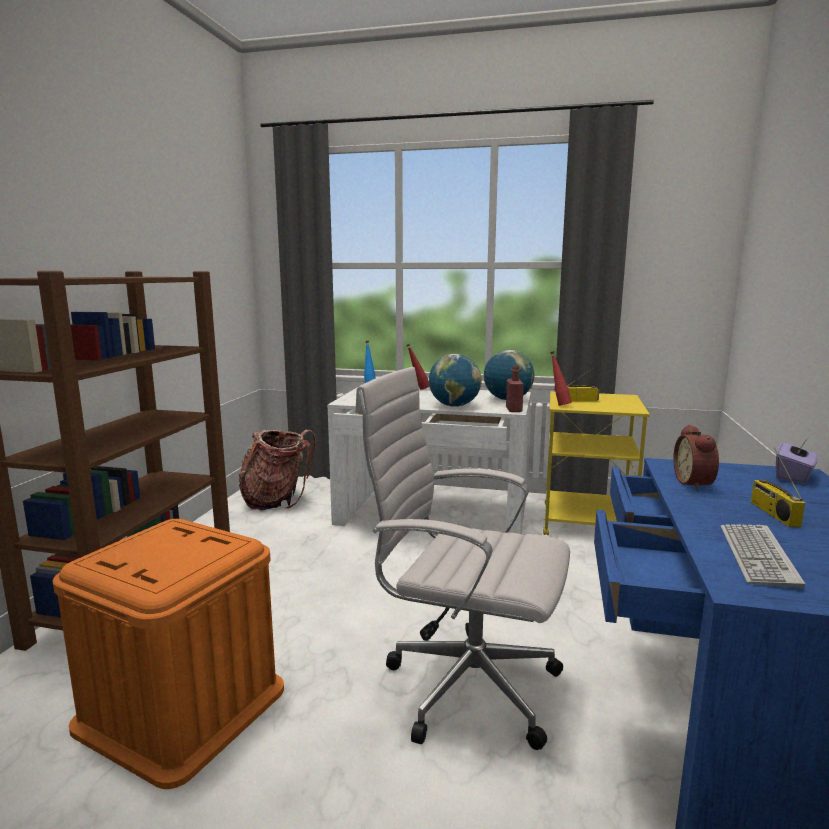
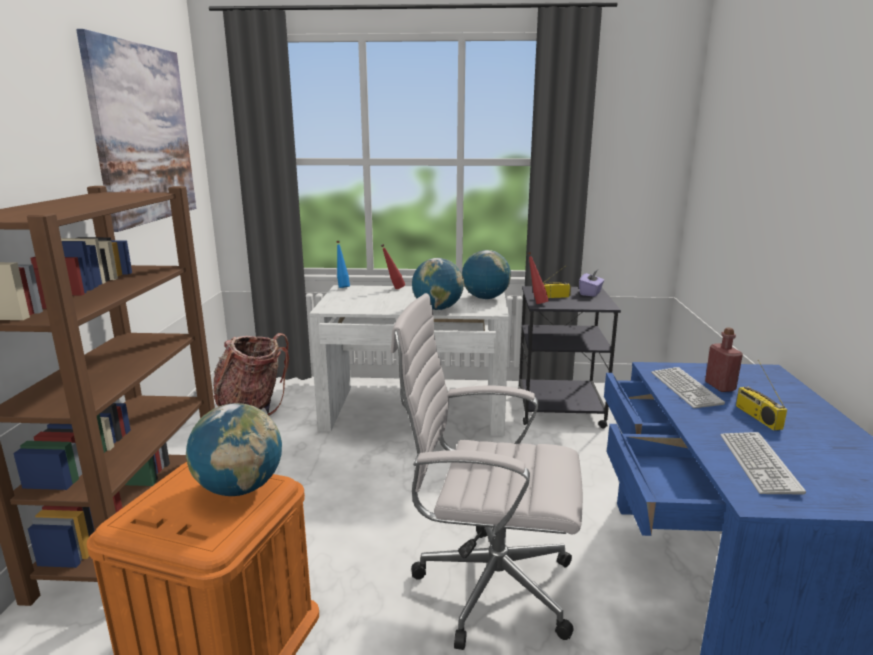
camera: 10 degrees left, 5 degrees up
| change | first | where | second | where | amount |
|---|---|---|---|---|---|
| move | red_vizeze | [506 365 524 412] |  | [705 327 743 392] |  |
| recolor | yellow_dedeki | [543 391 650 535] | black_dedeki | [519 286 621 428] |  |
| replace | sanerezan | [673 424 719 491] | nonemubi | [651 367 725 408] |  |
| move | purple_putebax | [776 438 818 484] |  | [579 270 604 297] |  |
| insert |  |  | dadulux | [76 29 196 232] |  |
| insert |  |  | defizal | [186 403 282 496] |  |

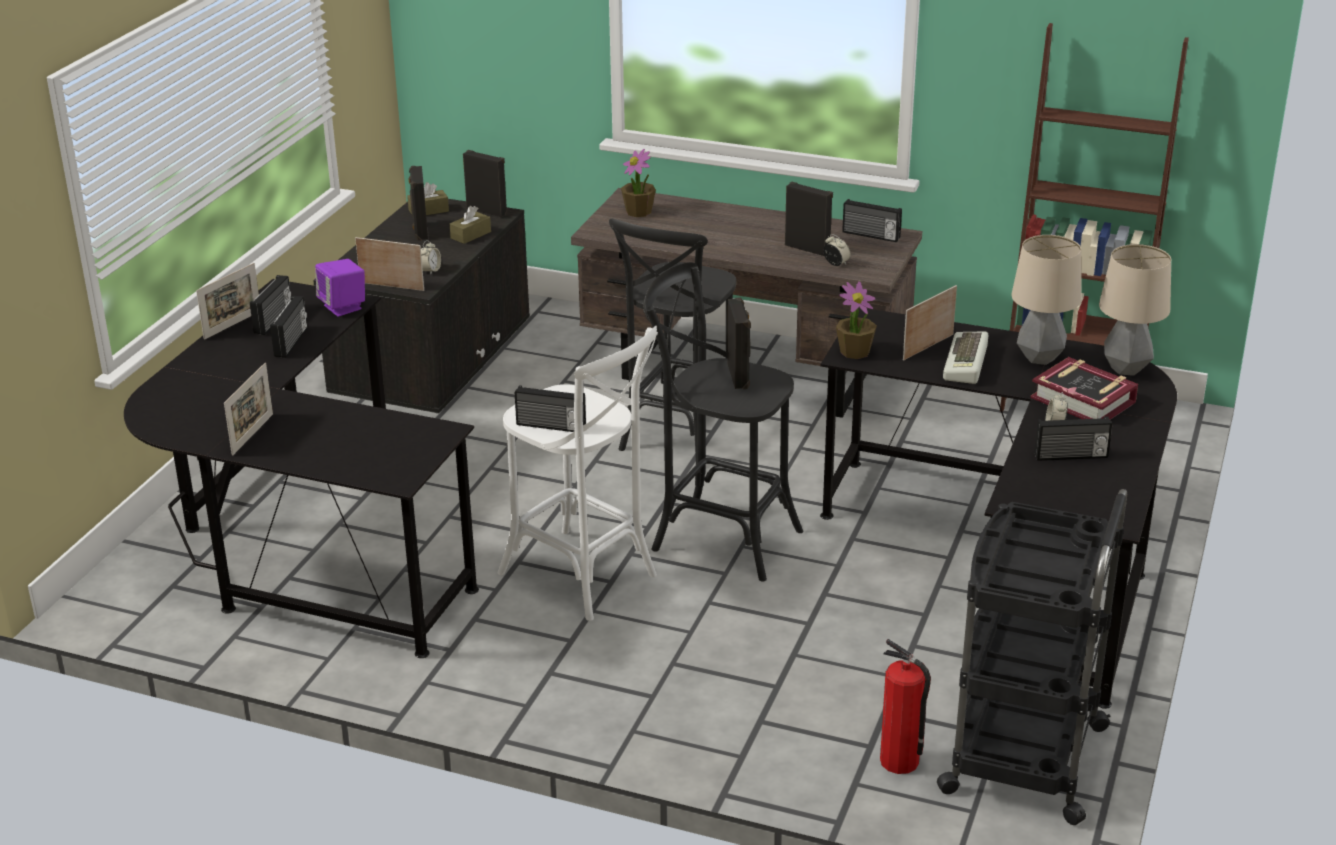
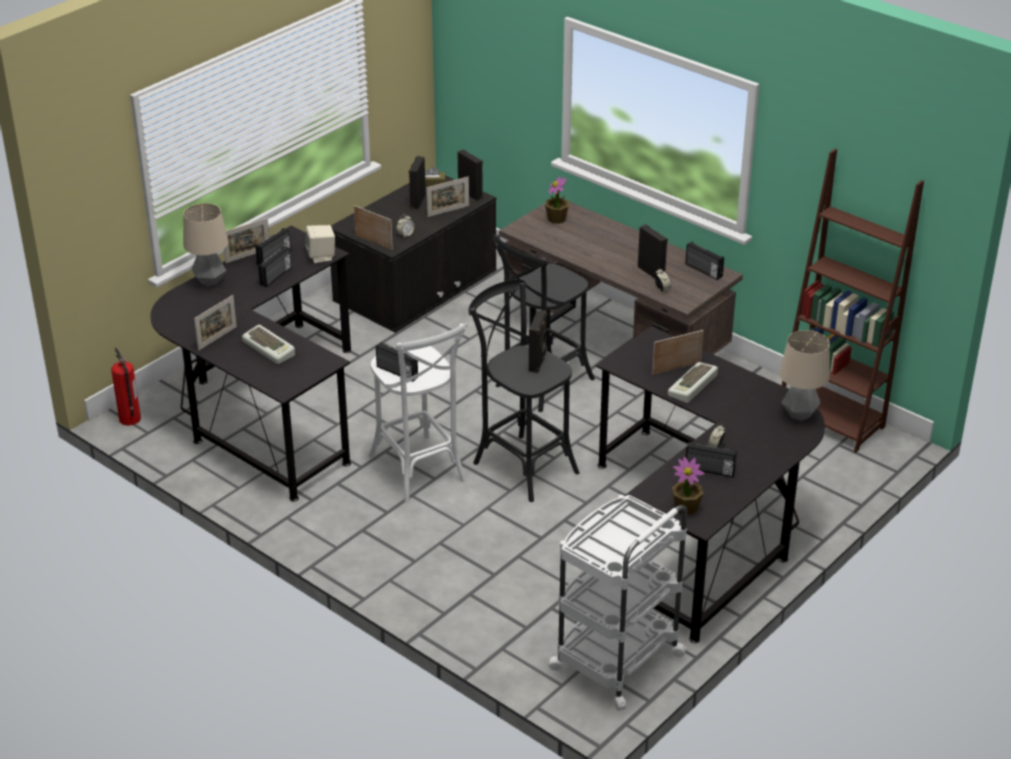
camera: 20 degrees right, 5 degrees up
| change | first | where | second | where | amount |
|---|---|---|---|---|---|
| replace | brown_putebax | [450 206 491 244] | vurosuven | [427 177 469 217] |  |
| move | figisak | [1011 235 1082 365] |  | [183 203 228 286] |  |
| recolor | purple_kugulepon | [315 259 365 317] | beige_kugulepon | [305 225 335 263] |  |
| move | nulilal | [836 281 877 359] |  | [672 457 704 515] |  |
| delete | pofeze | [1030 357 1138 420] |  |  |  |
| recolor | black_dedeki | [937 489 1127 825] | white_dedeki | [549 495 687 711] |  |
| move | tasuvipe | [880 639 931 774] |  | [111 348 141 426] |  |
| insert |  |  | nonemubi | [242 325 295 364] |  |

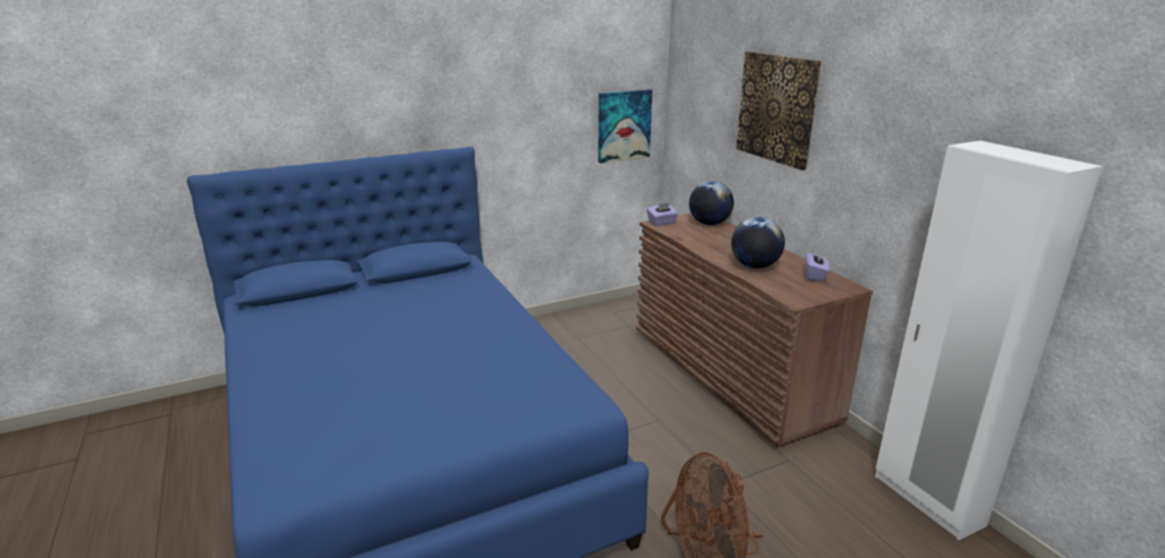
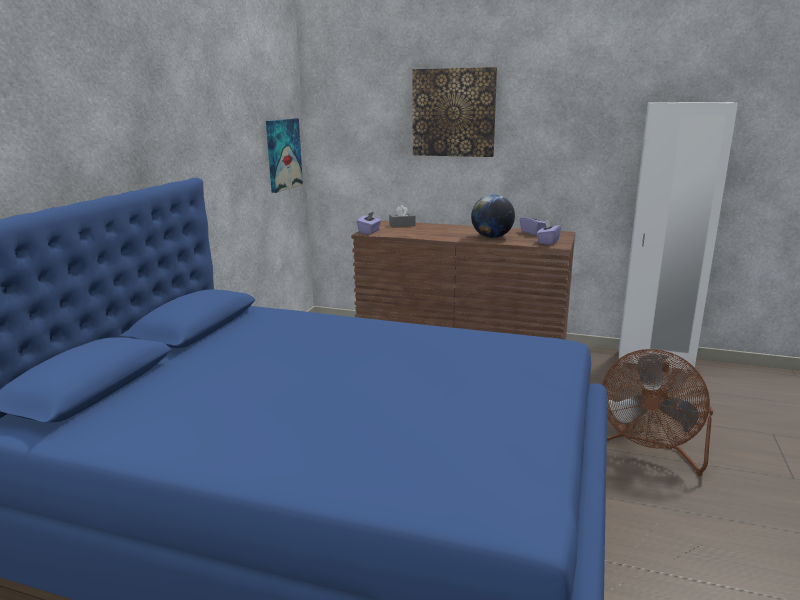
camera: 45 degrees left, 5 degrees down
| change | first | where | second | where | amount |
|---|---|---|---|---|---|
| replace | defizal | [689 181 734 225] | grey_putebax | [389 205 416 228] |  |
| insert |  |  | purple_putebax | [537 219 561 245] |  |

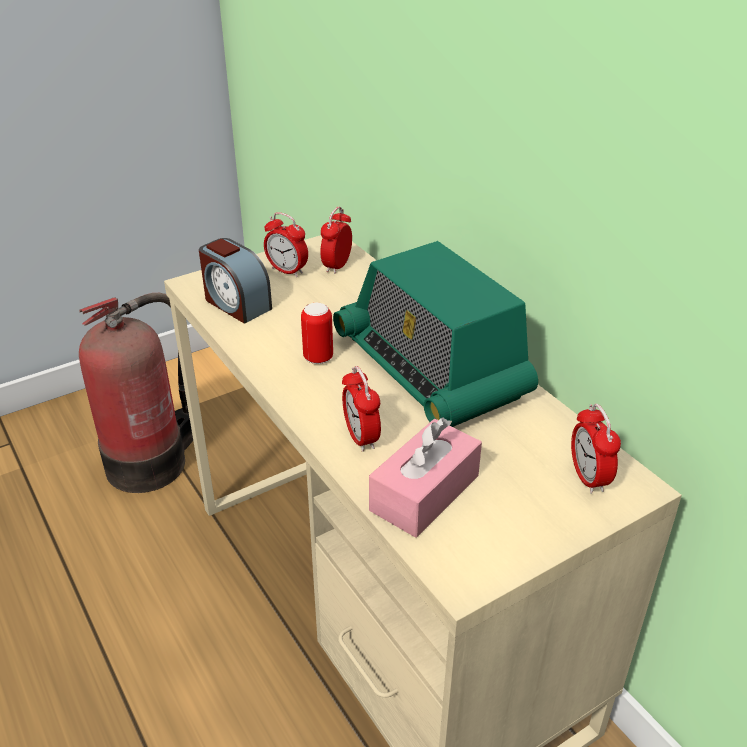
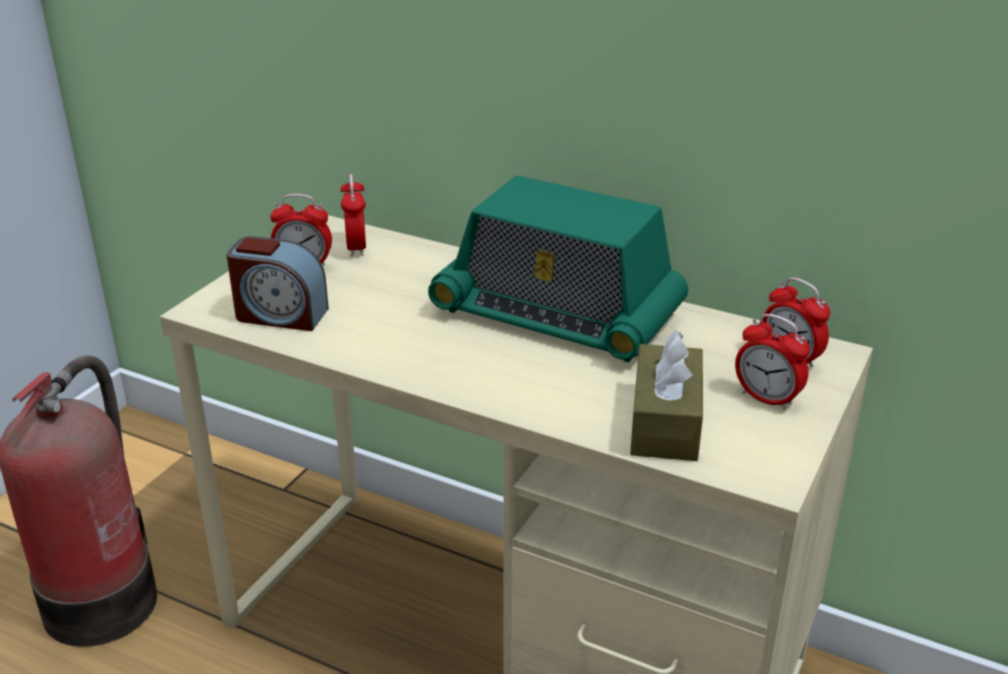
camera: 30 degrees left, 5 degrees down
| change | first | where | second | where | amount |
|---|---|---|---|---|---|
| delete | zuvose | [301 303 333 364] |  |  |  |
| move | sanerezan | [342 366 381 452] |  | [735 314 810 411] |  |
| recolor | pink_putebax | [369 418 482 538] | brown_putebax | [630 330 703 461] |  |

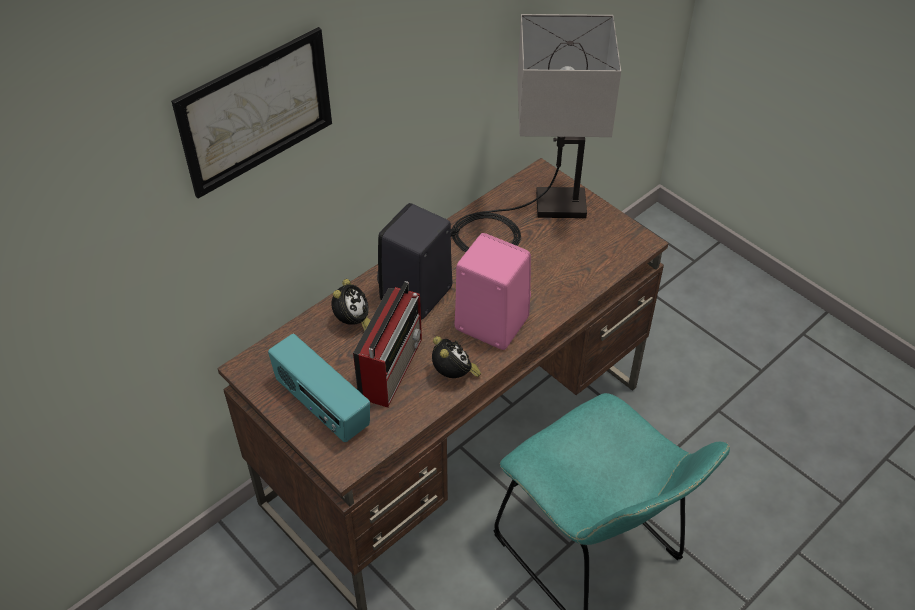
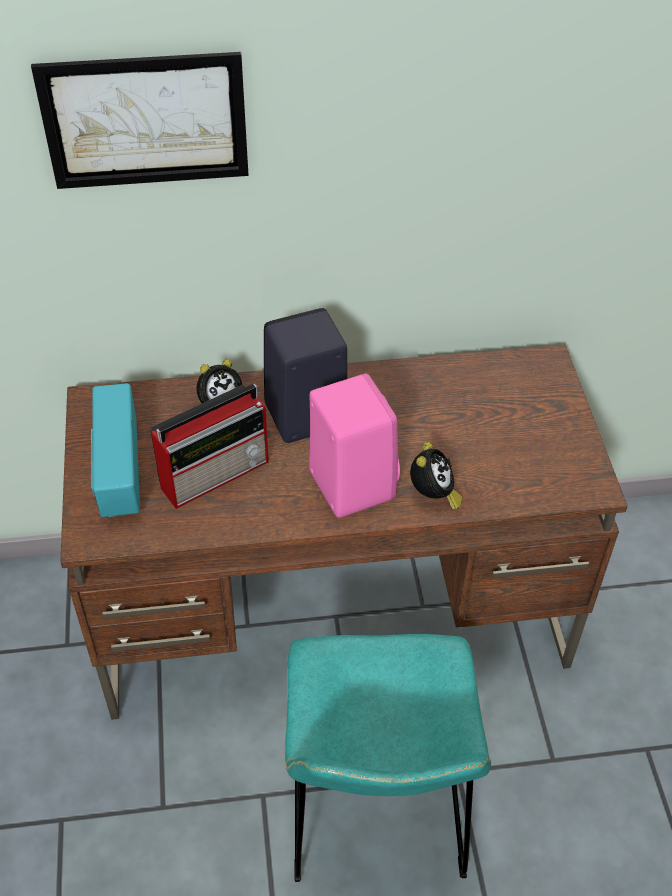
camera: 35 degrees right, 0 degrees up
| change | first | where | second | where | amount |
|---|---|---|---|---|---|
| delete | figisak | [451 14 621 252] |  |  |  |
| move | sanerezan | [432 336 481 378] |  | [410 442 462 510] |  |

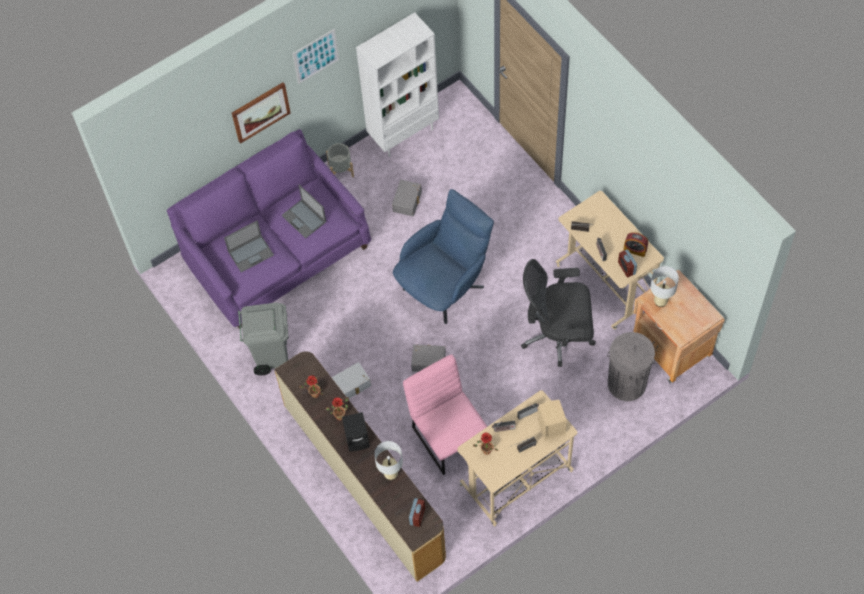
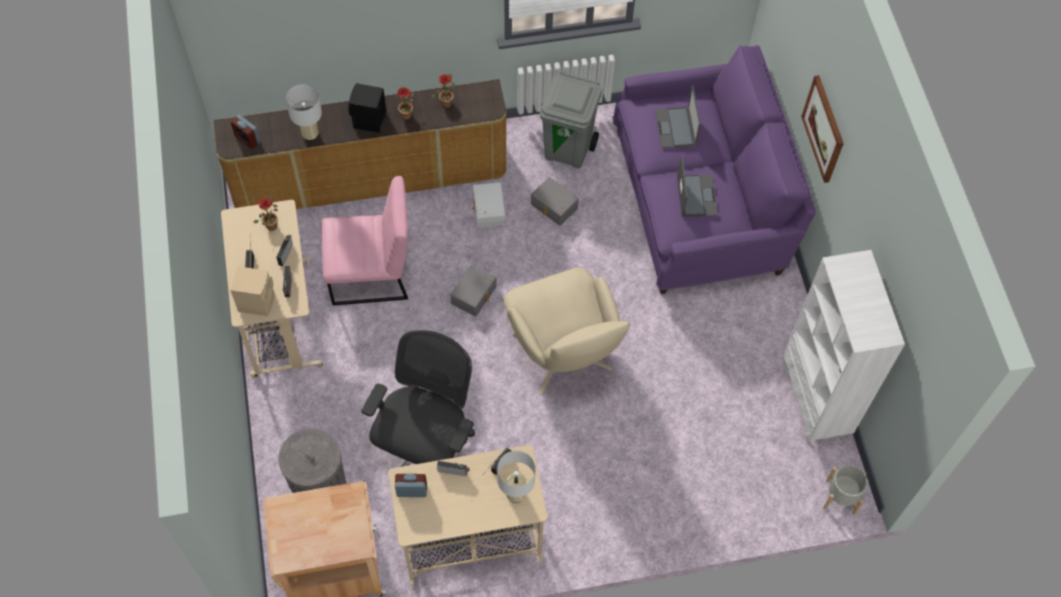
camera: 110 degrees right, 0 degrees up
| change | first | where | second | where | amount |
|---|---|---|---|---|---|
| delete | dadulux | [292 29 339 84] |  |  |  |
| move | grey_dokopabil | [326 143 354 177] |  | [823 465 868 515] |  |
| move | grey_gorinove | [392 180 422 216] |  | [531 177 579 226] |  |
| rotate | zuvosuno | [281 184 326 238] |  | [677 155 718 217] | 105 degrees clockwise |
| recolor | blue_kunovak | [393 189 494 324] | beige_kunovak | [504 268 630 395] |  |
| delete | sanerezan | [623 232 648 257] |  |  |  |
| move | white_figisak | [651 266 679 307] |  | [497 451 536 503] |  |

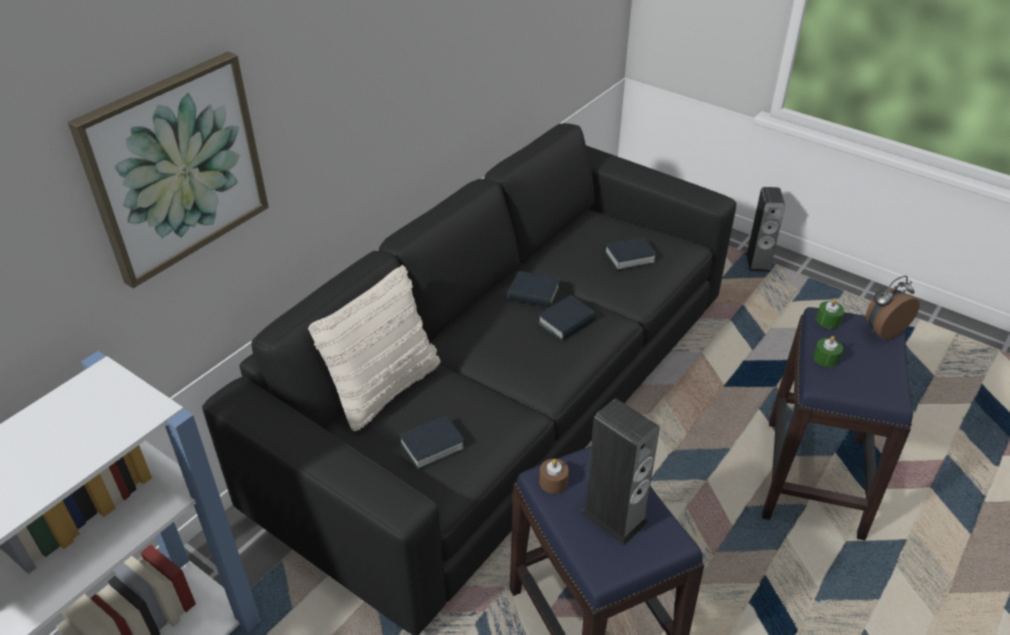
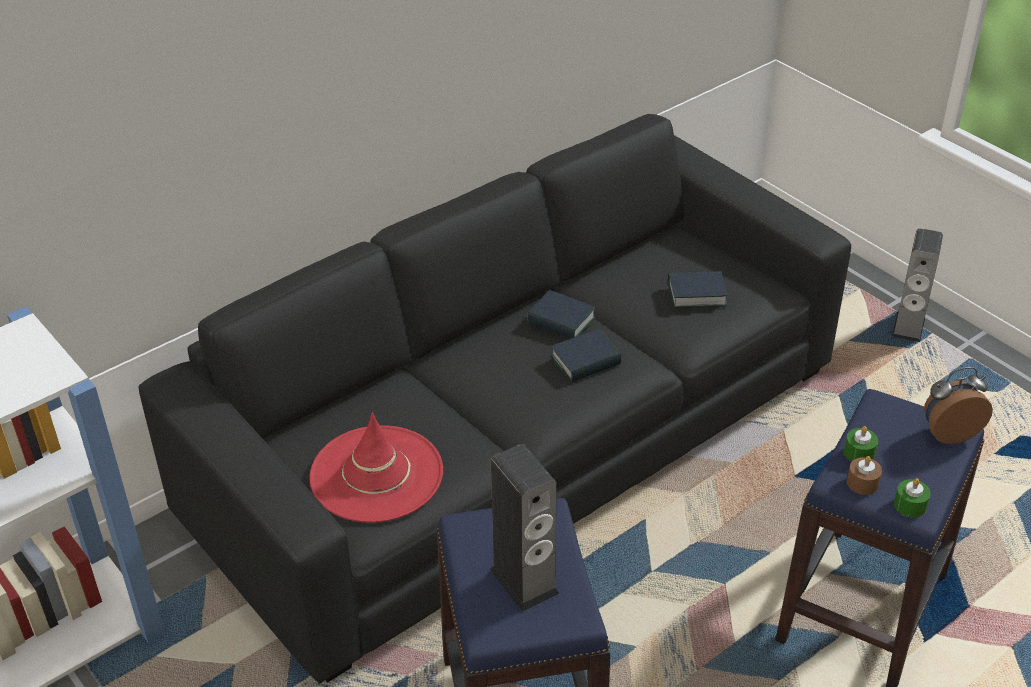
camera: 15 degrees right, 0 degrees up
| change | first | where | second | where | amount |
|---|---|---|---|---|---|
| delete | dadulux | [68 52 269 288] |  |  |  |
| delete | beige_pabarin | [308 265 441 431] |  |  |  |
| move | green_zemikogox | [816 298 844 329] |  | [894 478 931 518] |  |
| replace | pofeze | [398 415 466 470] | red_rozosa | [310 413 443 523] |  |
| move | brown_zemikogox | [539 459 569 494] |  | [847 456 882 495] |  |

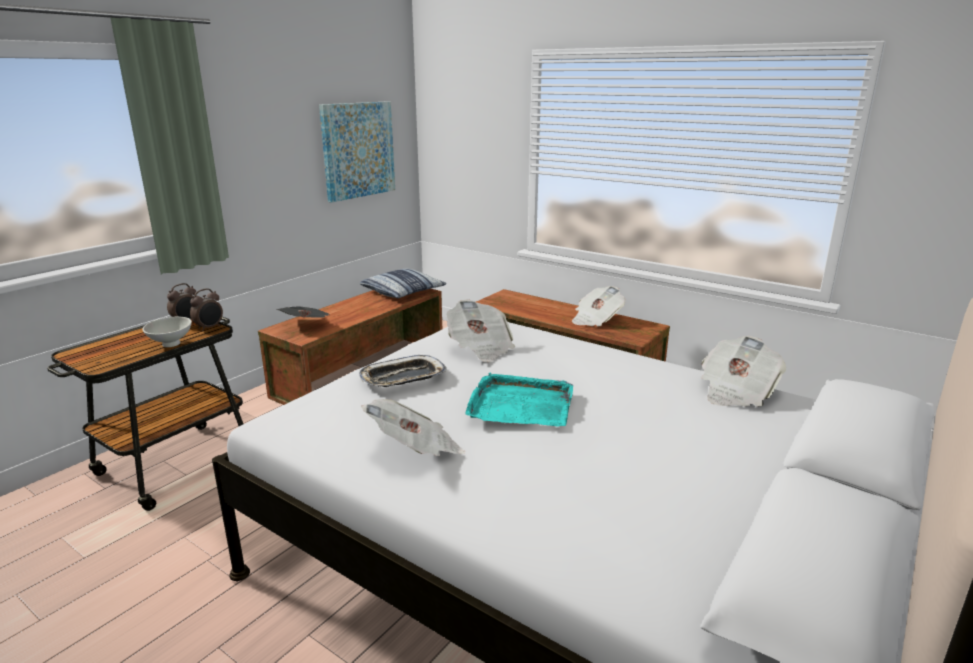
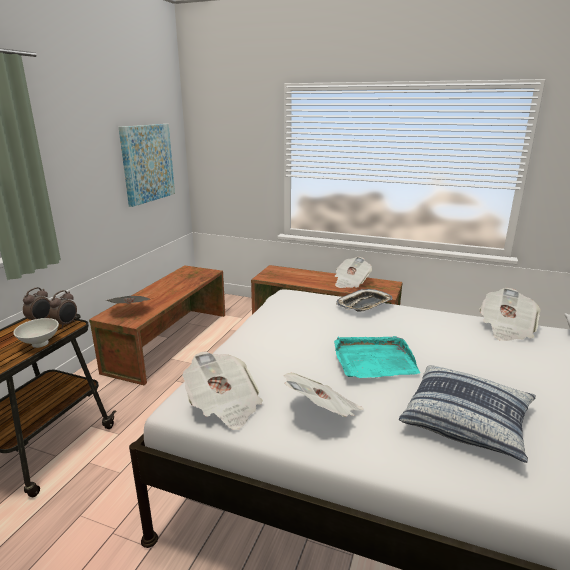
camera: 15 degrees left, 0 degrees up
| change | first | where | second | where | amount |
|---|---|---|---|---|---|
| move | pabarin | [360 268 446 298] |  | [399 365 536 463] |  |
| move | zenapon | [446 300 515 362] |  | [182 351 263 430] |  |
| move | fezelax | [359 355 447 387] |  | [336 289 392 312] |  |

